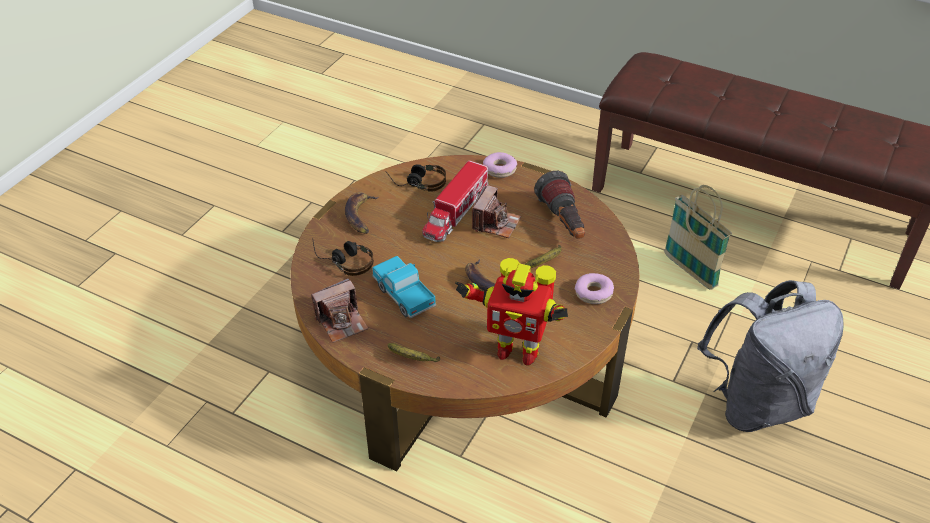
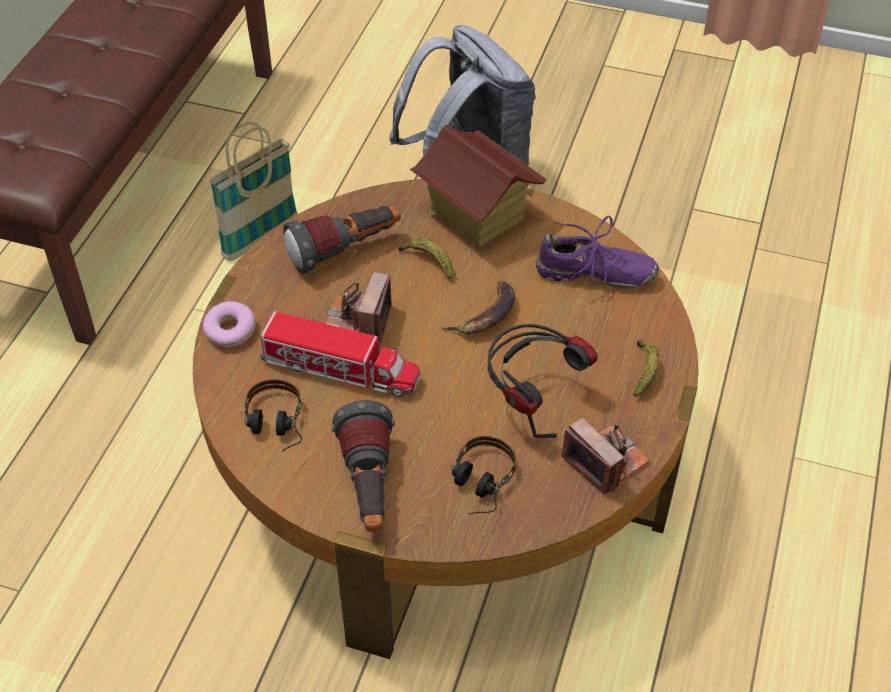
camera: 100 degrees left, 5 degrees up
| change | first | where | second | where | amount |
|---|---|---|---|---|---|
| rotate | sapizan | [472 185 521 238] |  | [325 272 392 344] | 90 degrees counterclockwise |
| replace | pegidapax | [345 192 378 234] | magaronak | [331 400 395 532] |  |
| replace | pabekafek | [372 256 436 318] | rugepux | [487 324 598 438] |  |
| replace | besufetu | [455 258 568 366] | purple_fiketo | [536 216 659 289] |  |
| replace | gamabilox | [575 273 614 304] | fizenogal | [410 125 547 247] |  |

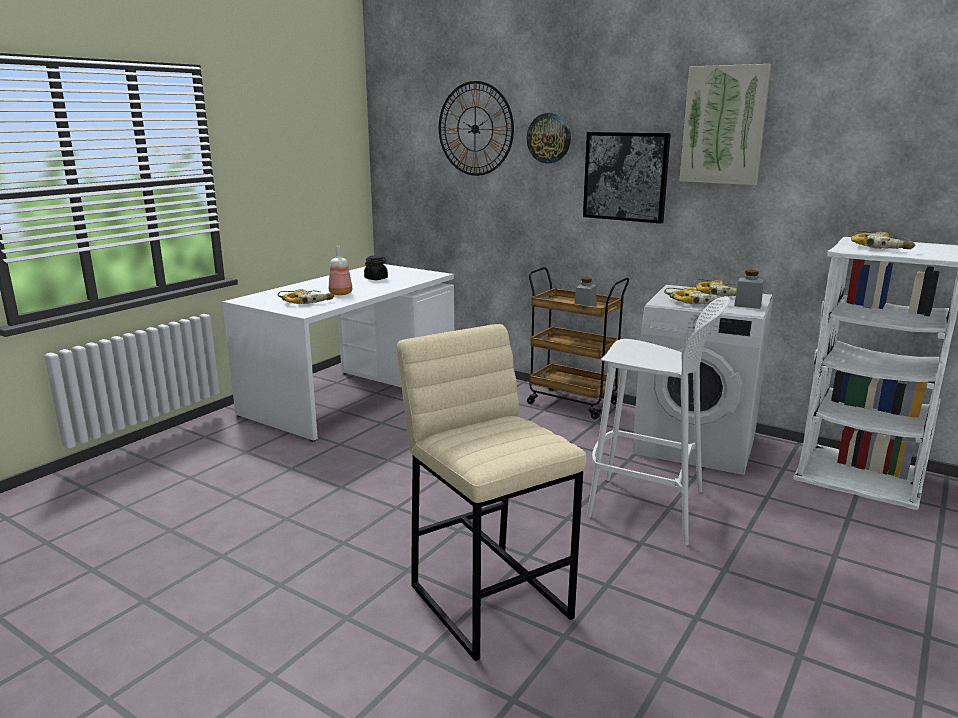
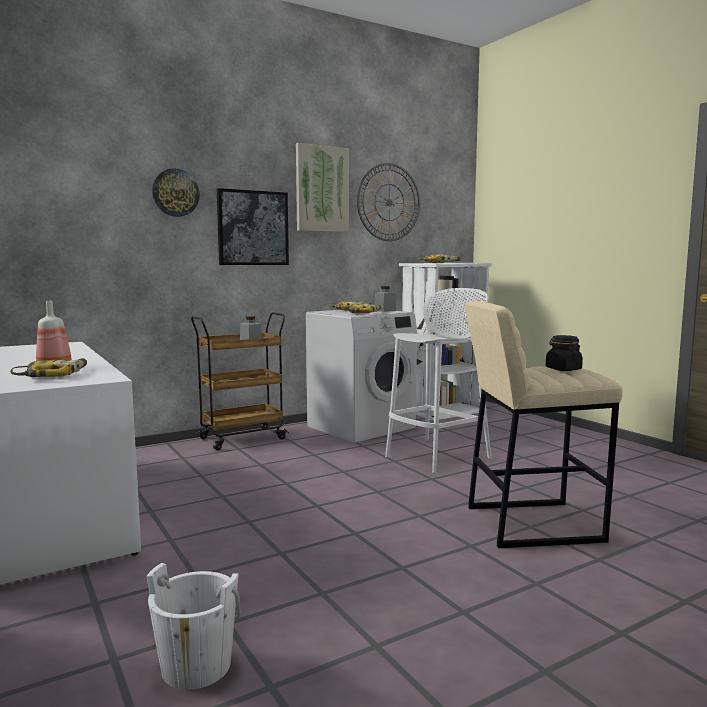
camera: 65 degrees left, 10 degrees down
| change | first | where | second | where | amount |
|---|---|---|---|---|---|
| move | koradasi | [439 81 514 176] |  | [357 163 420 241] |  |
| move | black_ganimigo | [364 256 388 280] |  | [546 335 583 371] |  |
| insert |  |  | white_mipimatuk | [147 563 241 690] |  |

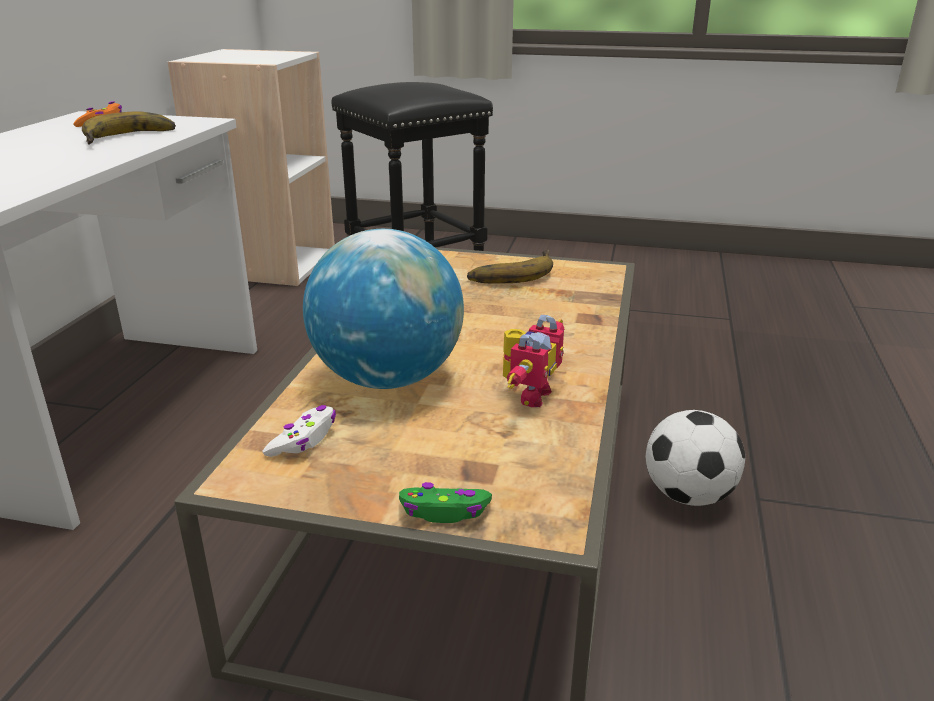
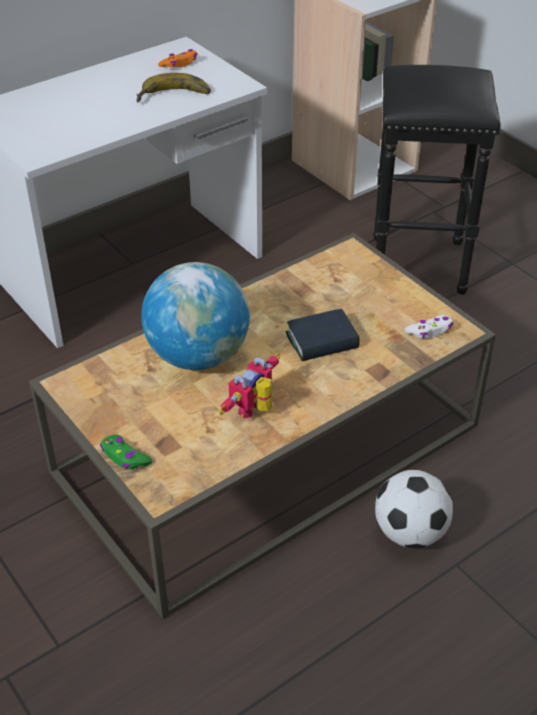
camera: 40 degrees right, 15 degrees up
| change | first | where | second | where | amount |
|---|---|---|---|---|---|
| delete | pegidapax | [467 250 553 284] |  |  |  |
| rotate | besufetu | [503 315 564 407] |  | [219 354 281 418] | 150 degrees clockwise |
| move | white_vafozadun | [263 405 336 457] |  | [405 315 453 338] |  |
| insert |  |  | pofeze | [286 309 360 361] |  |

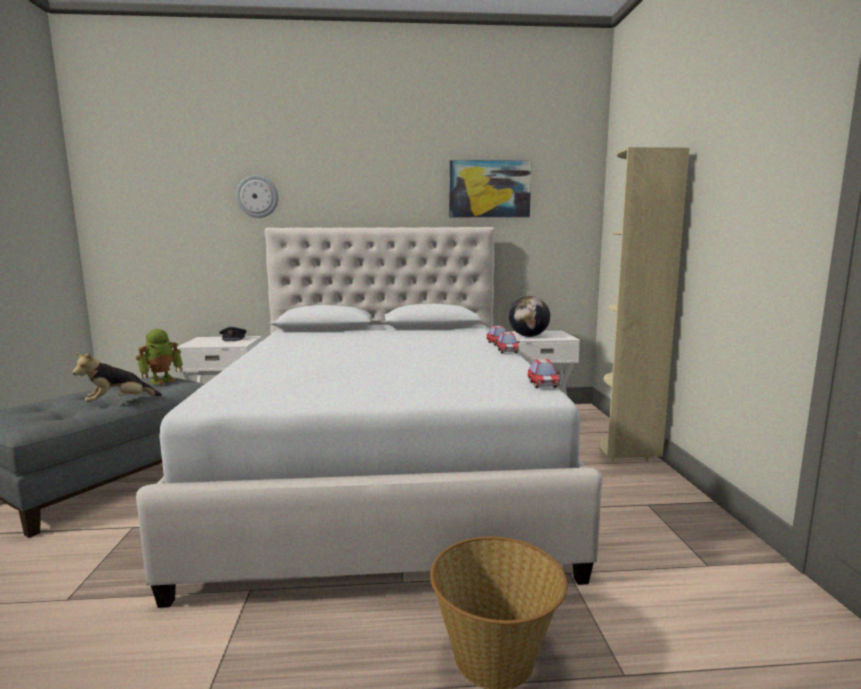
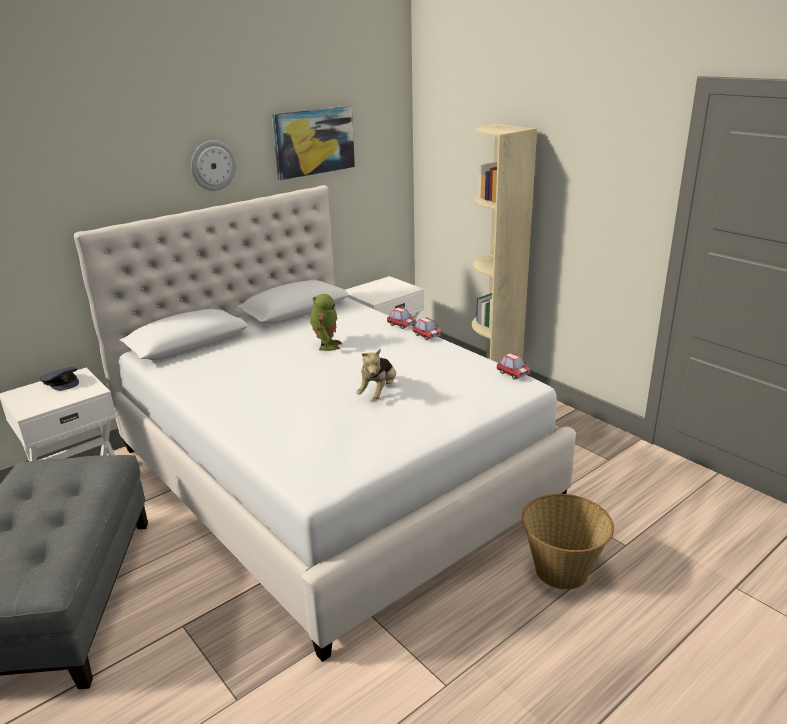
camera: 35 degrees left, 15 degrees up
| change | first | where | second | where | amount |
|---|---|---|---|---|---|
| move | koradasi | [236 175 278 218] |  | [191 140 237 191] |  |
| delete | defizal | [509 296 550 337] |  |  |  |
| move | besufetu | [136 329 183 385] |  | [310 294 342 351] |  |
| move | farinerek | [72 352 162 402] |  | [356 349 396 399] |  |

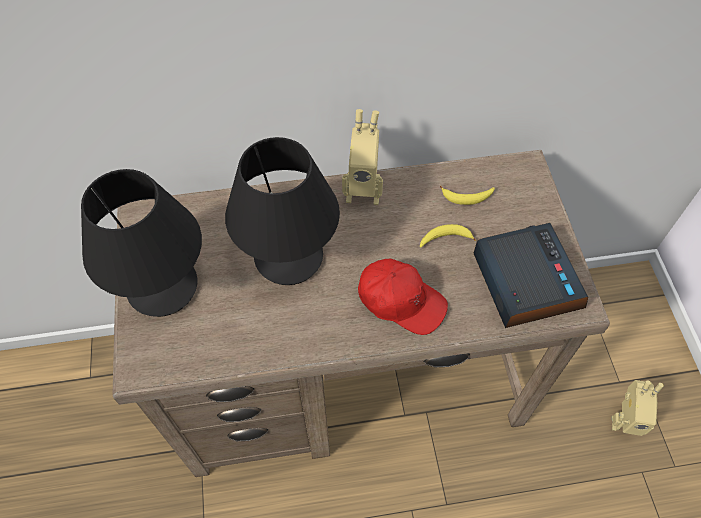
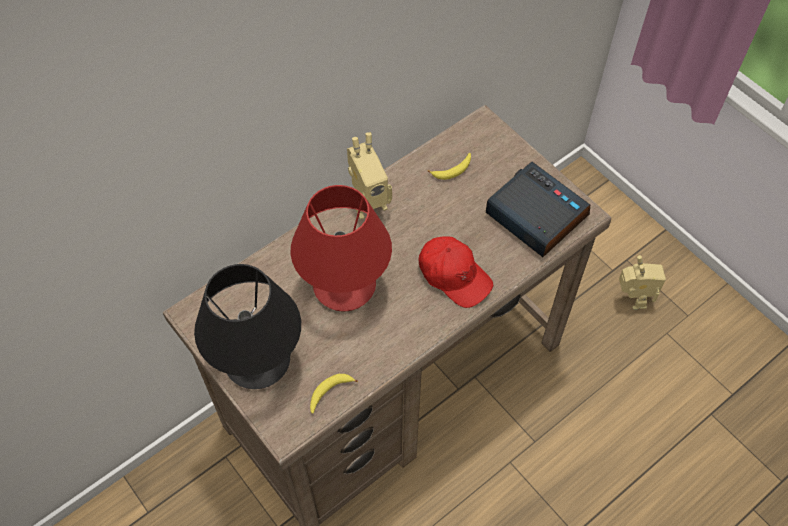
camera: 30 degrees left, 0 degrees up
| change | first | where | second | where | amount |
|---|---|---|---|---|---|
| recolor | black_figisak | [225 137 340 285] | red_figisak | [291 185 392 311] |  |
| move | pegidapax | [420 224 476 247] |  | [310 374 358 414] |  |
| rotate | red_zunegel | [358 259 448 335] |  | [419 236 493 308] | 45 degrees clockwise |
| rotate | besufetu | [612 380 664 436] |  | [619 255 666 310] | 75 degrees counterclockwise |

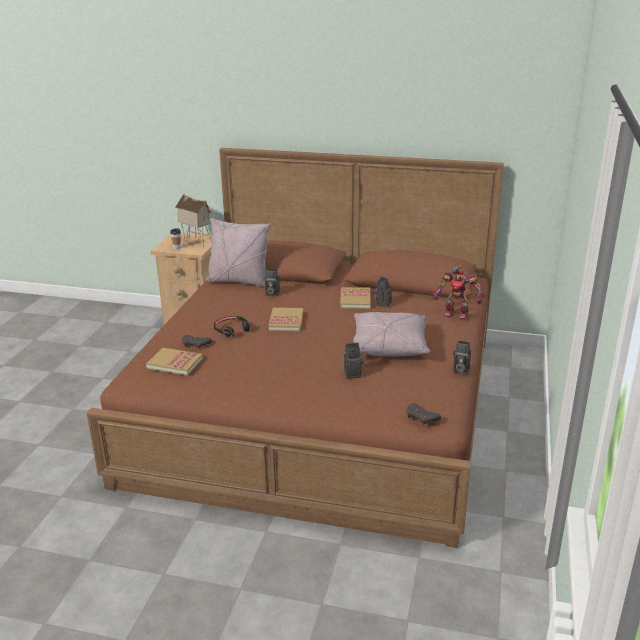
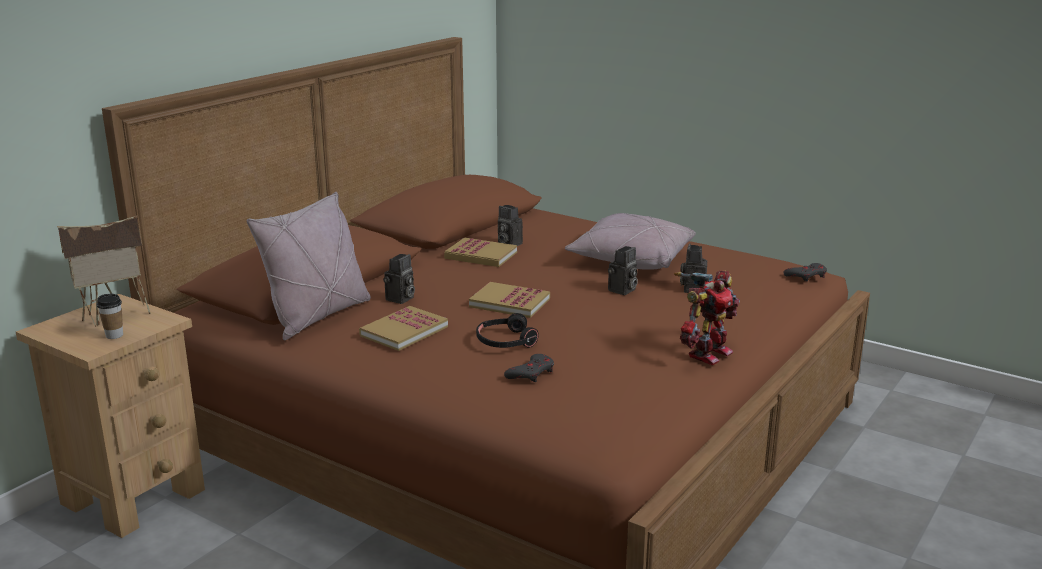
camera: 70 degrees left, 5 degrees down
| change | first | where | second | where | amount |
|---|---|---|---|---|---|
| move | besufetu | [433 265 485 319] |  | [674 270 740 365] |  |
| move | sapizan | [453 341 471 374] |  | [608 246 638 295] |  |
| move | pofeze | [146 348 203 376] |  | [359 306 448 351] |  |

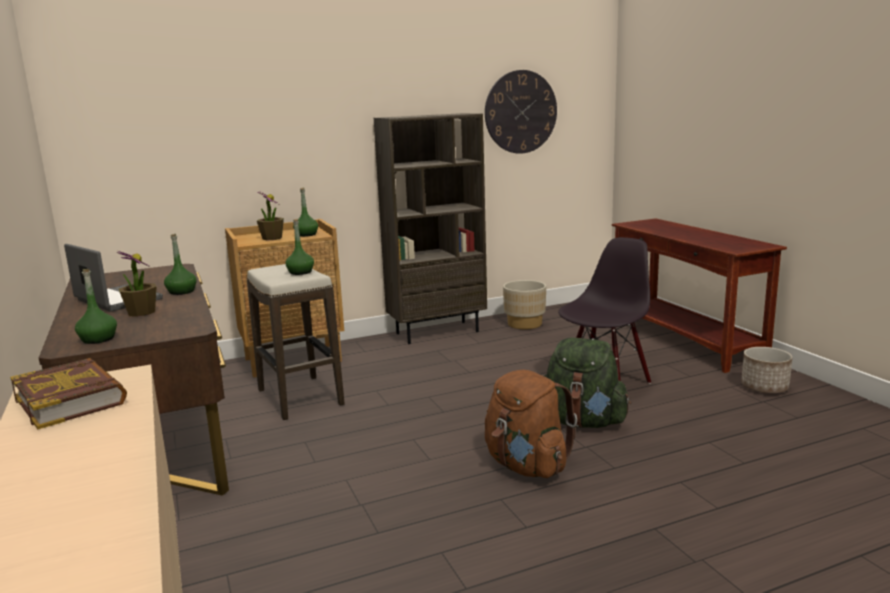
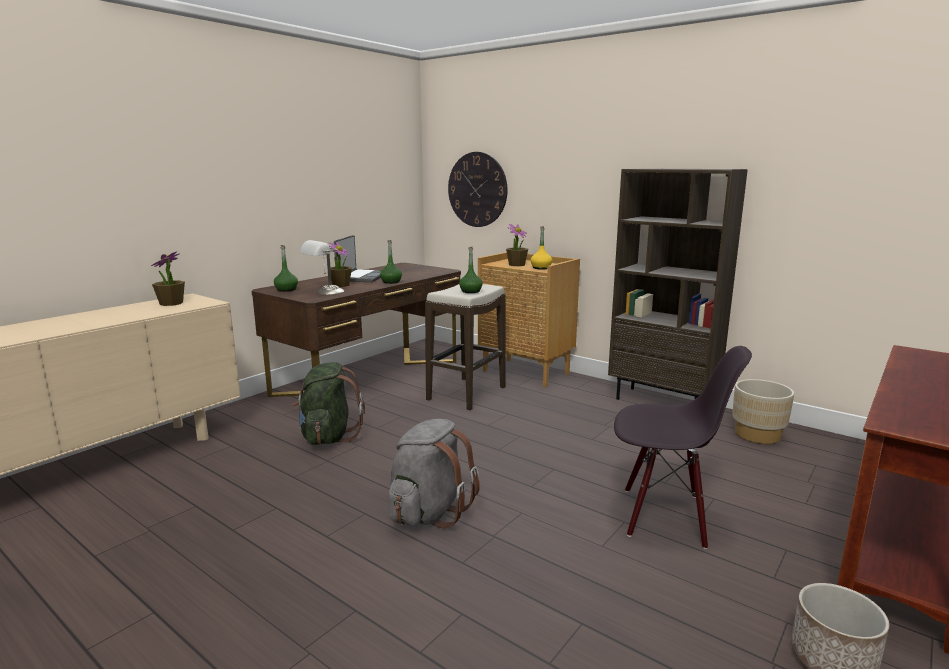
camera: 60 degrees right, 0 degrees up
| change | first | where | second | where | amount |
|---|---|---|---|---|---|
| move | koradasi | [485 70 557 154] |  | [448 152 507 227] |  |
| recolor | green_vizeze | [293 188 318 237] | yellow_vizeze | [531 226 552 269] |  |
| move | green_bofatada | [544 338 631 428] |  | [292 362 365 445] |  |
| replace | pofeze | [10 358 127 429] | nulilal | [151 251 185 306] |  |
| recolor | brown_bofatada | [485 370 577 478] | grey_bofatada | [388 419 480 528] |  |
| insert |  |  | white_figisak | [300 240 344 294] |  |

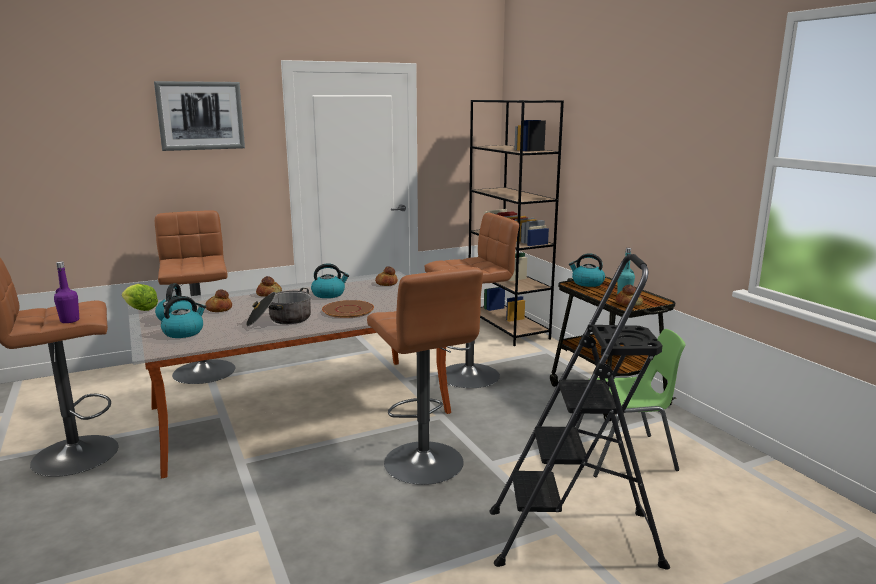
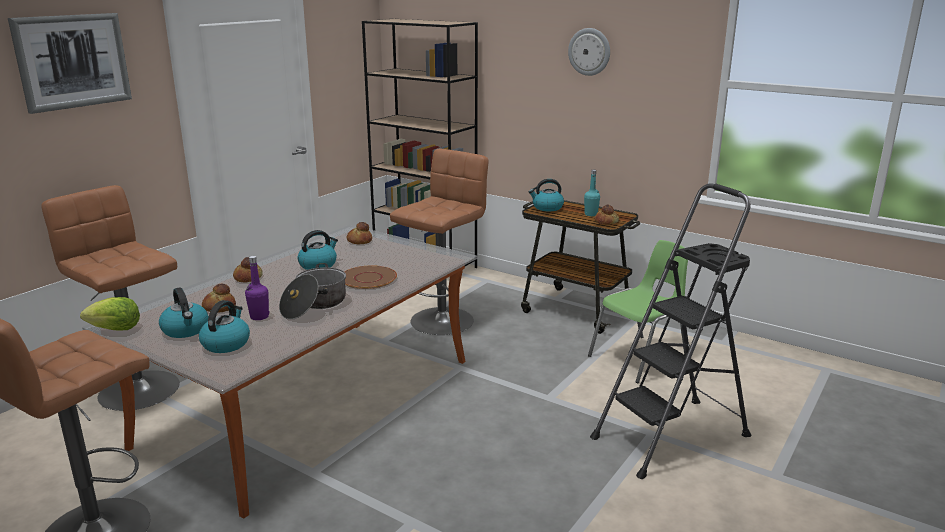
camera: 30 degrees left, 5 degrees up
| change | first | where | second | where | amount |
|---|---|---|---|---|---|
| move | purple_vizeze | [54 261 79 323] |  | [245 256 270 320] |  |
| delete | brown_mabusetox | [367 267 483 485] |  |  |  |
| insert |  |  | koradasi | [568 28 610 76] |  |

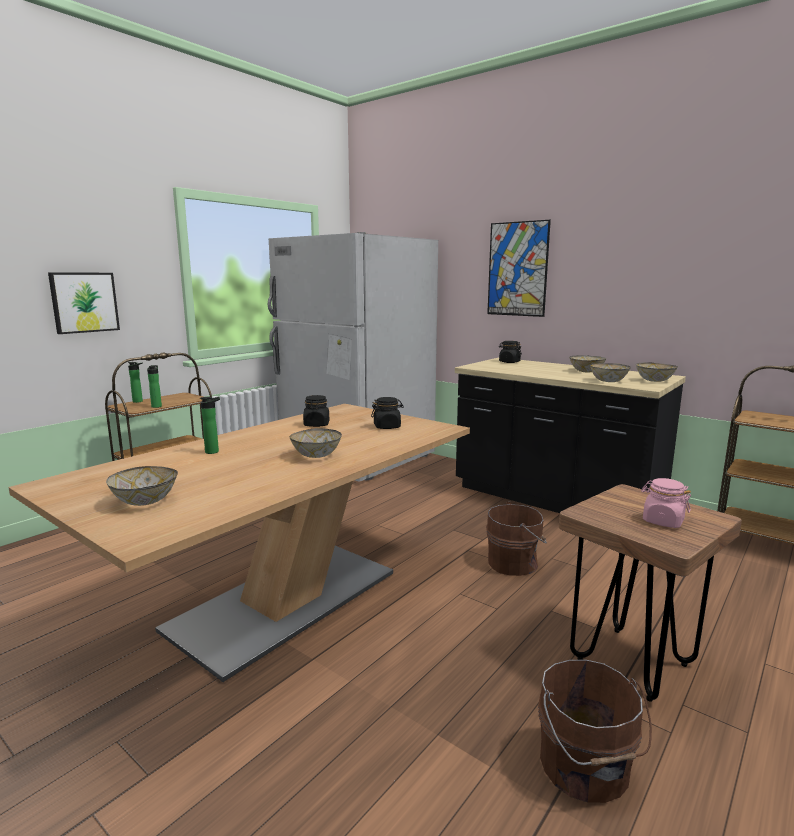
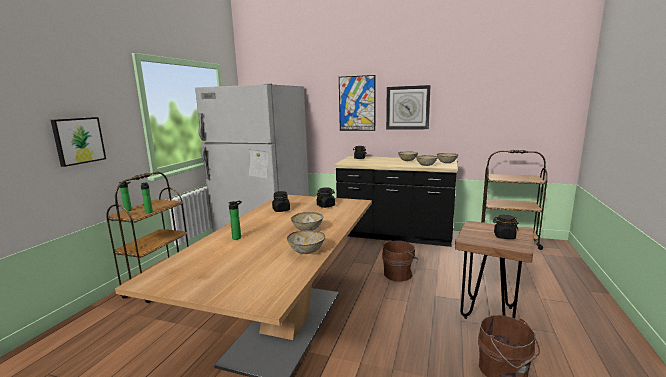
camera: 20 degrees left, 0 degrees up
| change | first | where | second | where | amount |
|---|---|---|---|---|---|
| move | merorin | [106 466 178 506] |  | [287 231 325 254] |  |
| recolor | pink_ganimigo | [641 478 691 528] | black_ganimigo | [493 215 518 239] |  |
| insert |  |  | koradasi | [386 85 430 129] |  |

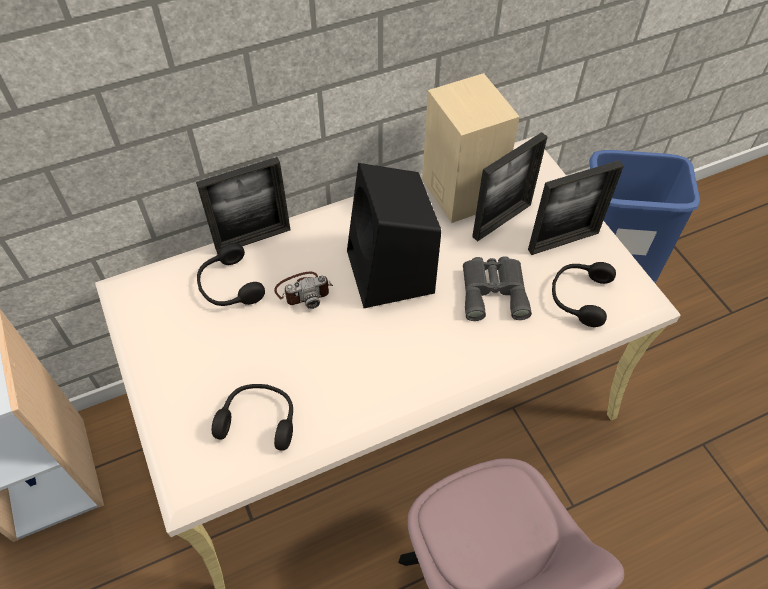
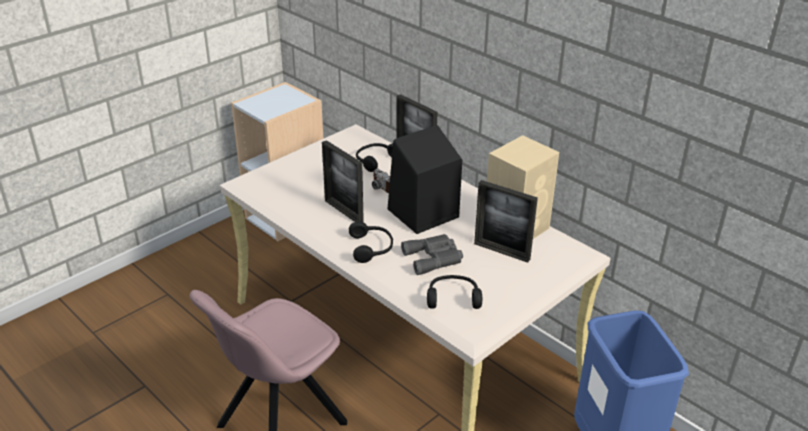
camera: 70 degrees right, 20 degrees down
| change | first | where | second | where | amount |
|---|---|---|---|---|---|
| move | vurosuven | [528 160 624 255] |  | [322 140 364 222] |  |
| move | black_rugepux | [212 384 293 451] |  | [349 221 393 263] |  |

